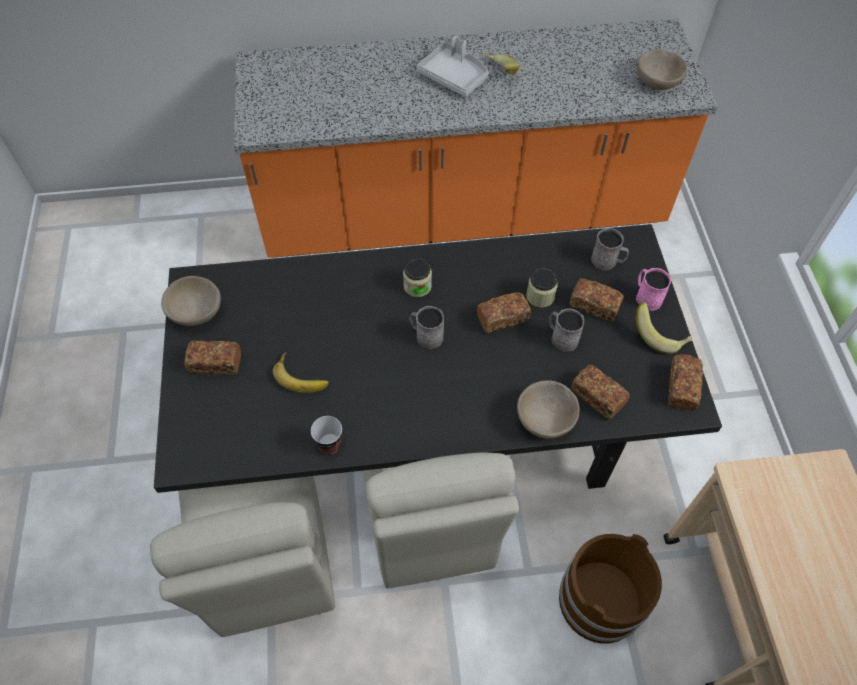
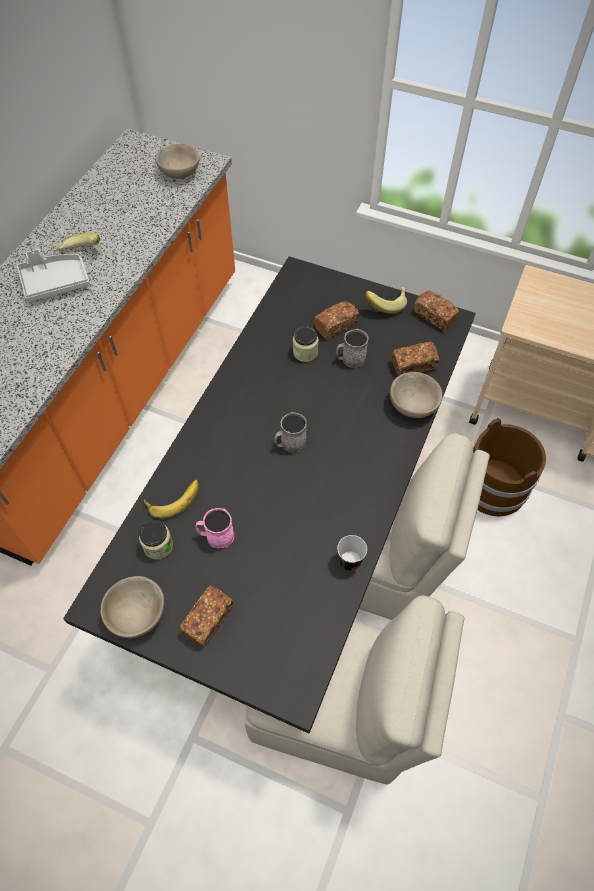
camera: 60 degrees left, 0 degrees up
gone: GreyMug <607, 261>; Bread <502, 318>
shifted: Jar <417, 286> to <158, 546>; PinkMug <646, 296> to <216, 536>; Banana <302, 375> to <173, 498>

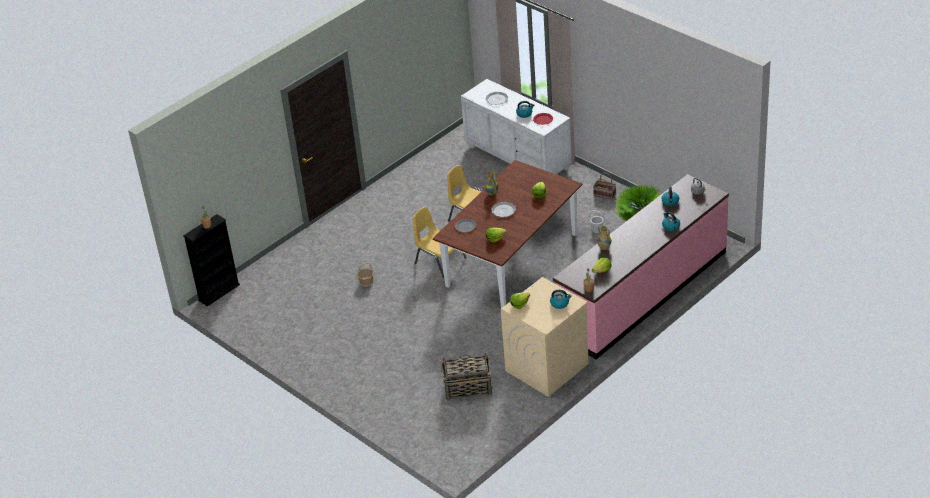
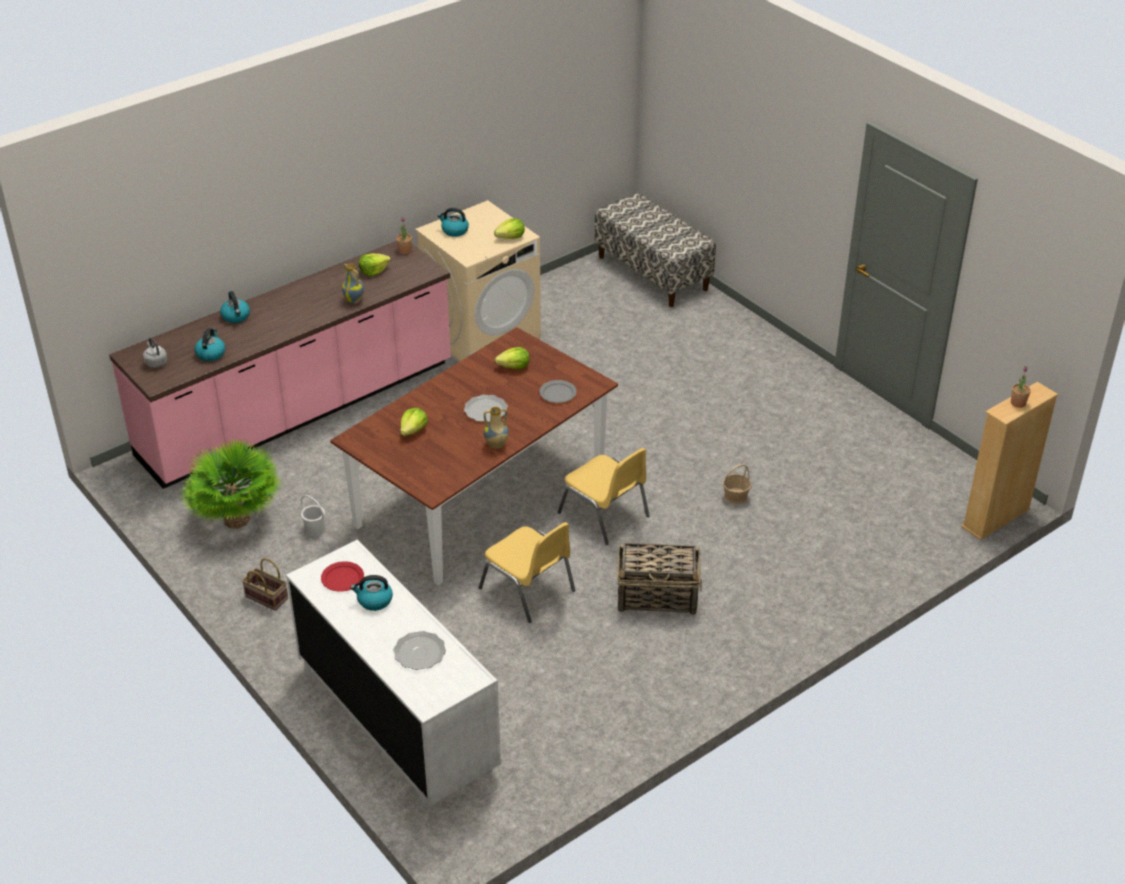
camera: 175 degrees left, 0 degrees up
new: Bench <653, 273>
shifted: Basket <467, 388> to <658, 596>
repainted: BlackBookcase <219, 292> to BeigeBookcase <995, 518>

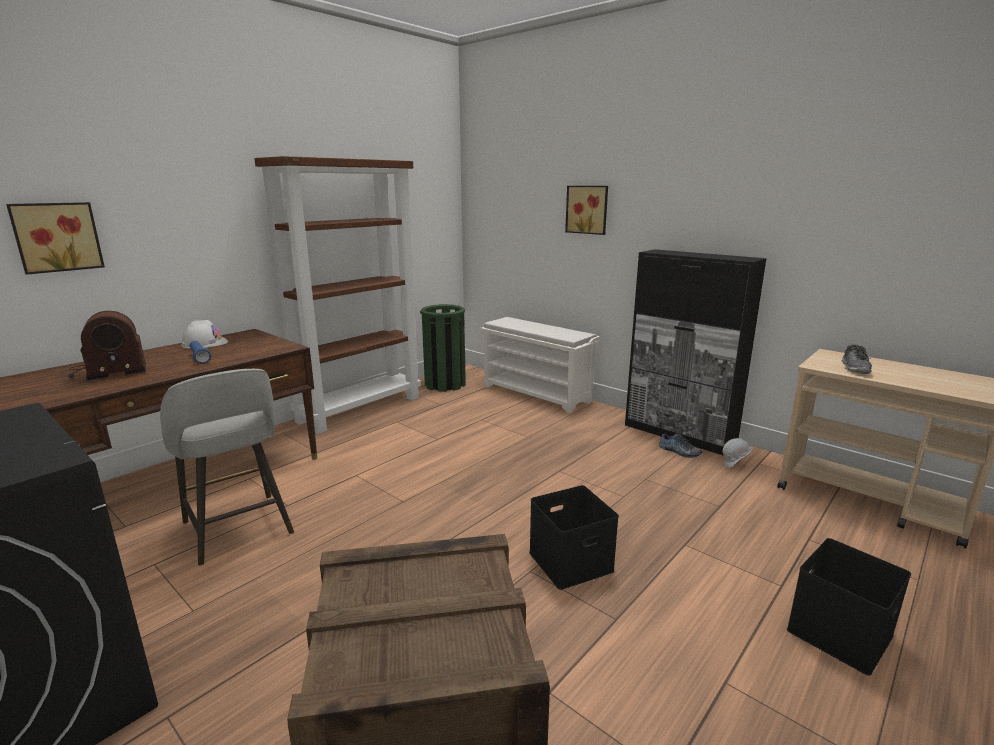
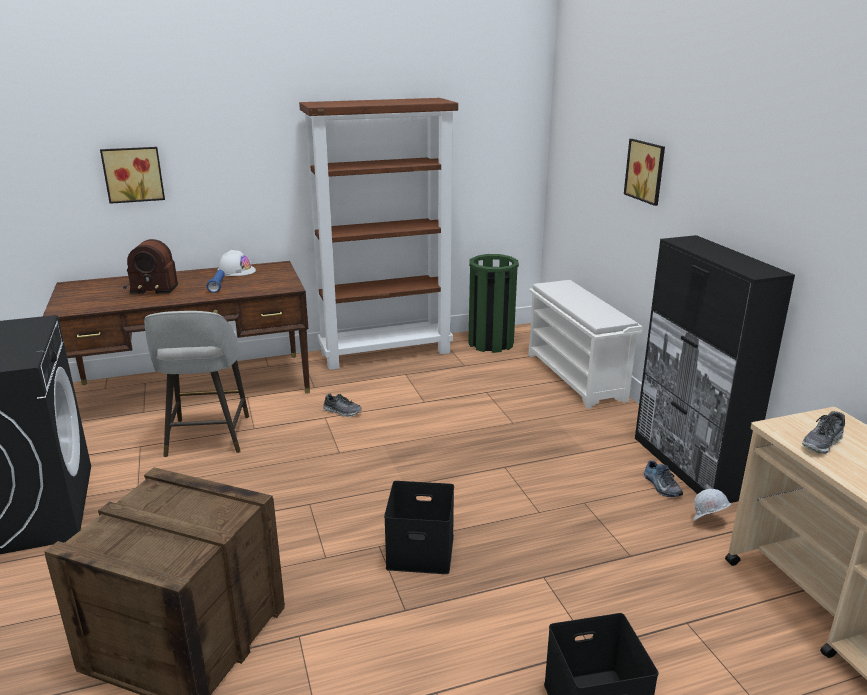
camera: 30 degrees right, 5 degrees up
new: Shoe <342, 411>

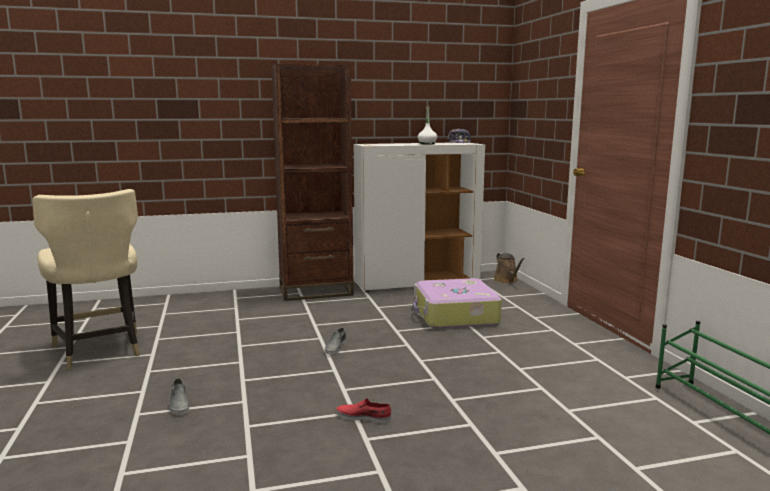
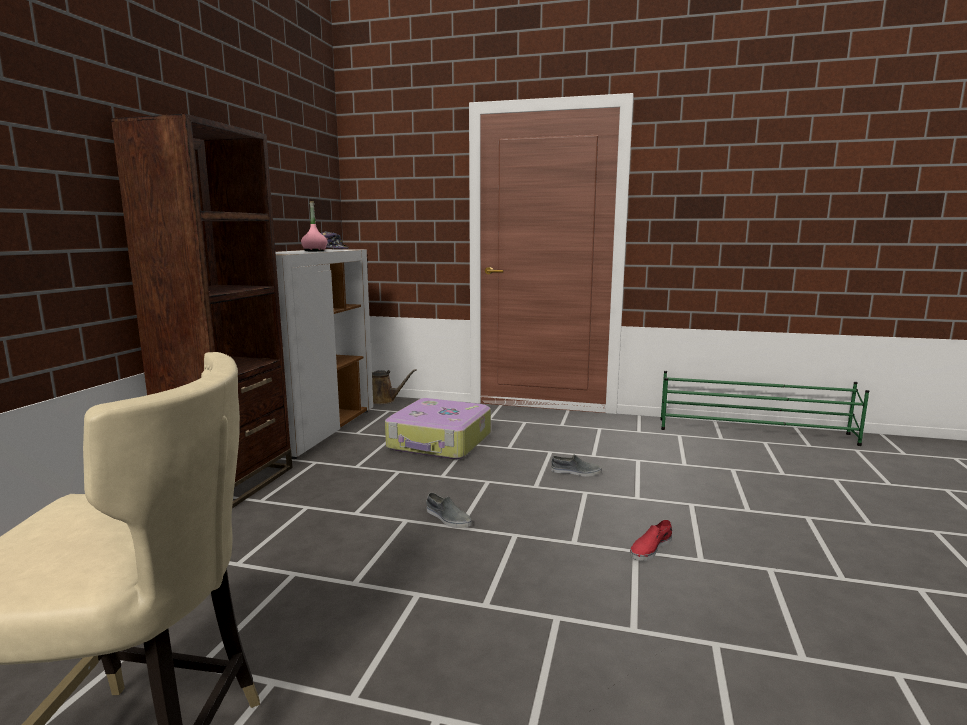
camera: 60 degrees left, 0 degrees up
shifted: GreyShoe <179, 404> to <576, 472>
repainted: WhiteBottle <427, 144> to PinkBottle <314, 251>

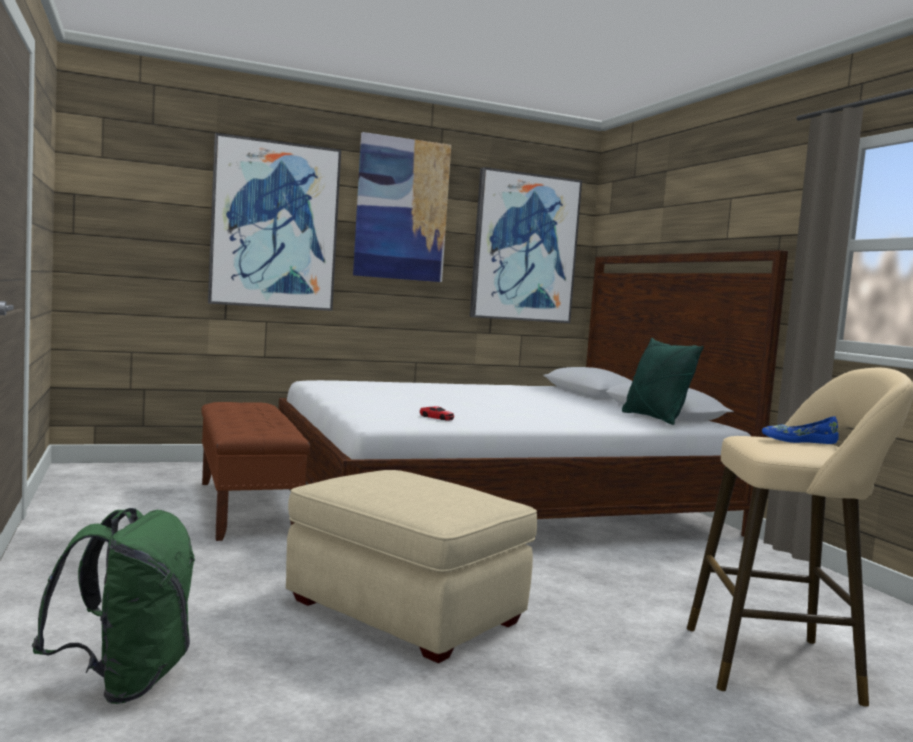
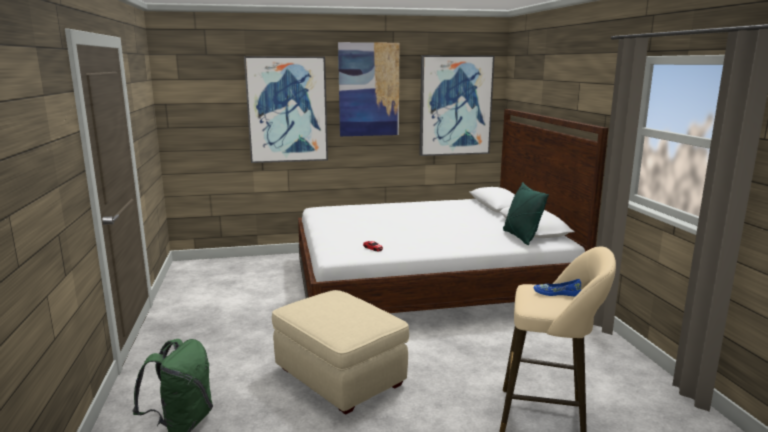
camera: 10 degrees right, 10 degrees up
gone: BrownBench <246, 507>

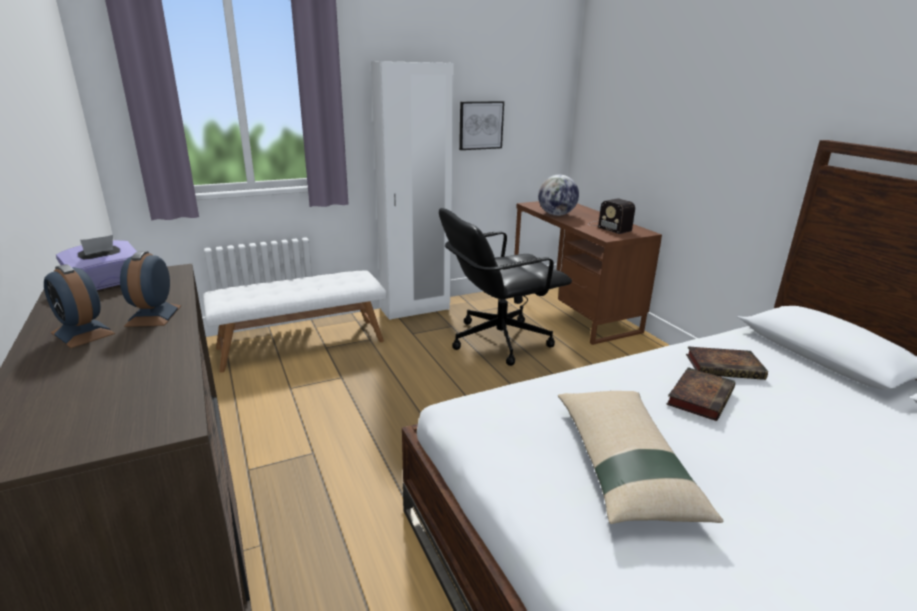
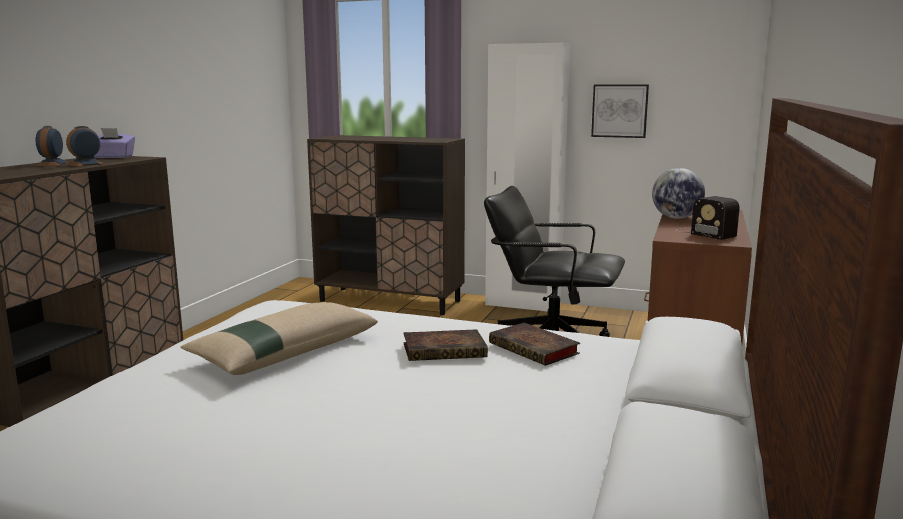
camera: 45 degrees right, 10 degrees down
swapped: WhiteBench <301, 344> to BrownCabinet <390, 301>
rotated: Radio <608, 226> = <703, 233> 45 degrees counterclockwise

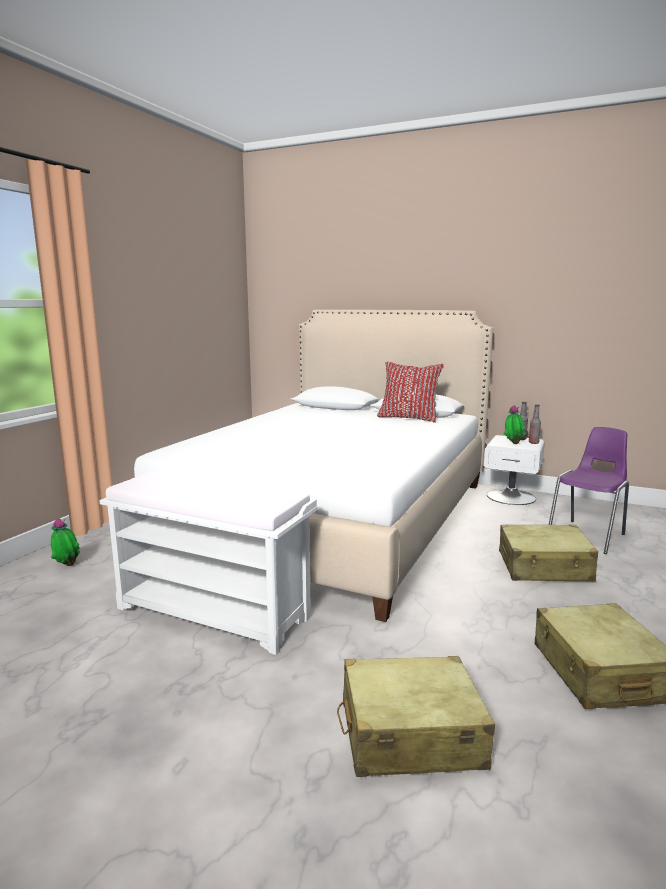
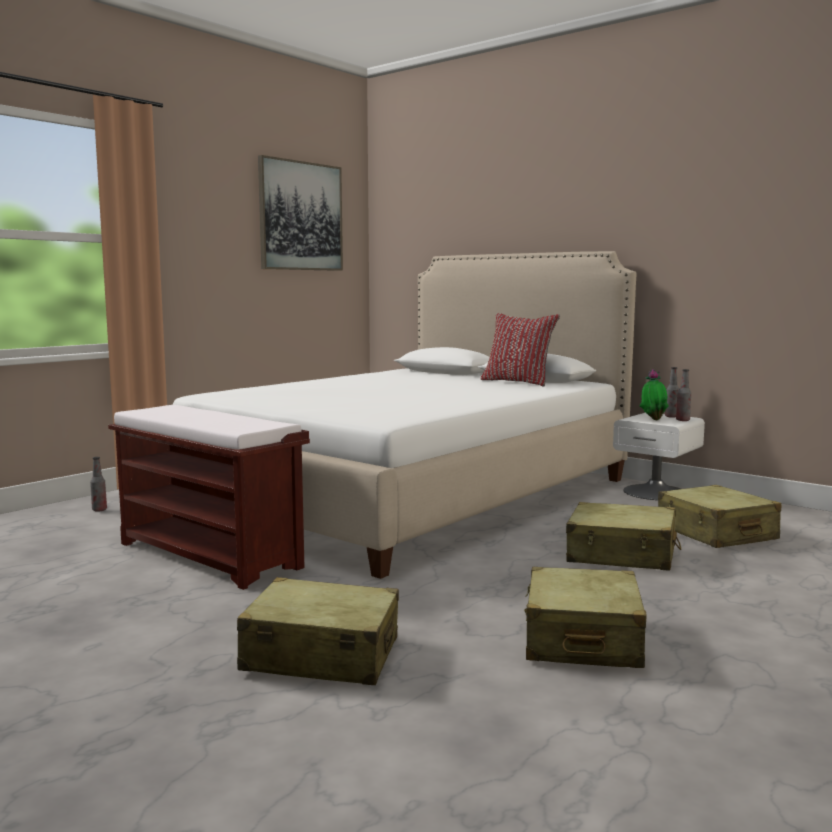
camera: 15 degrees right, 5 degrees down
new: Picture <301, 216>
swapped: PurpleChair <587, 536> to BeigeSuitcase <716, 533>; PottedPlant <67, 565> to Bottle <99, 510>
repainted: WhiteBench <214, 612> to BrownBench <211, 555>

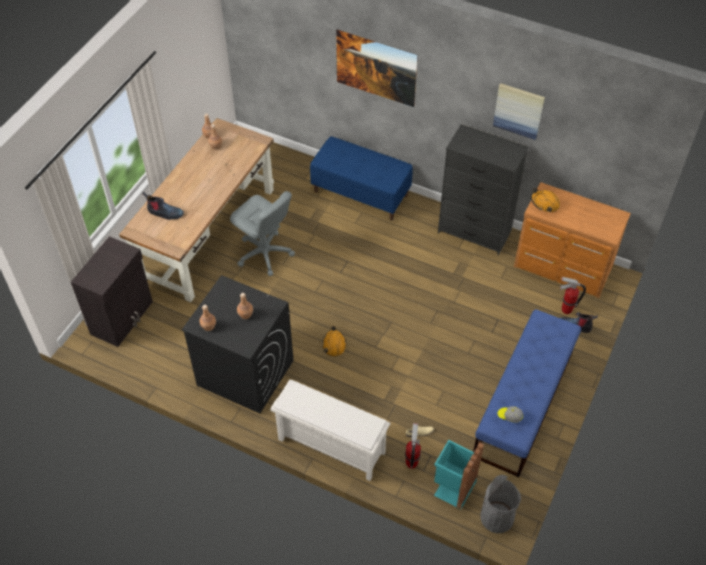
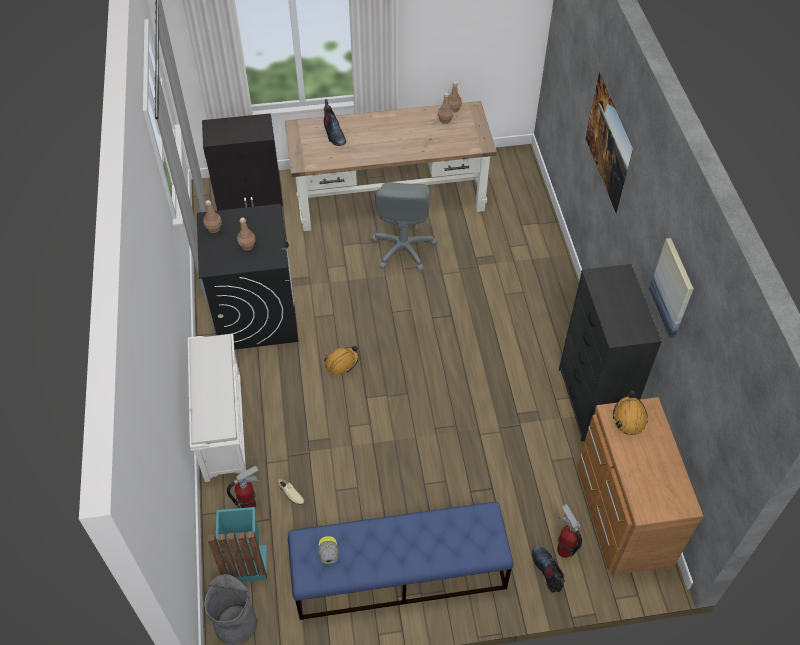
camera: 55 degrees right, 0 degrees up
gone: BlueBench <361, 193>

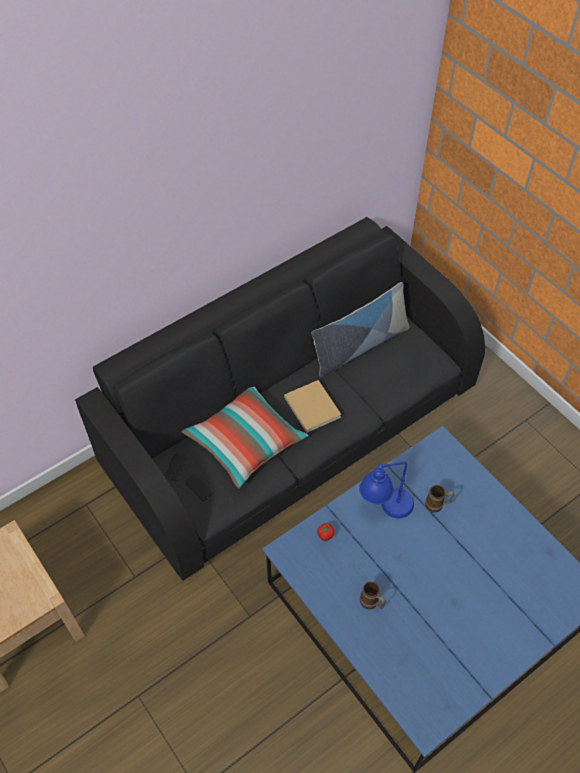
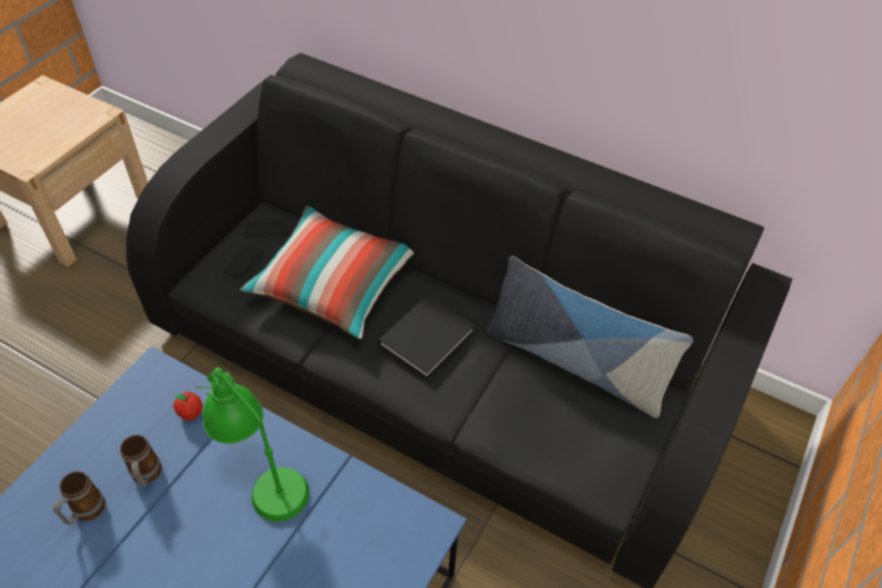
camera: 65 degrees right, 5 degrees down
shifted: Mug <437, 505> to <147, 477>
repainted: BeigeBook <311, 406> to BlackBook <428, 336>; BlueTableLamp <384, 509> to GreenTableLamp <263, 479>

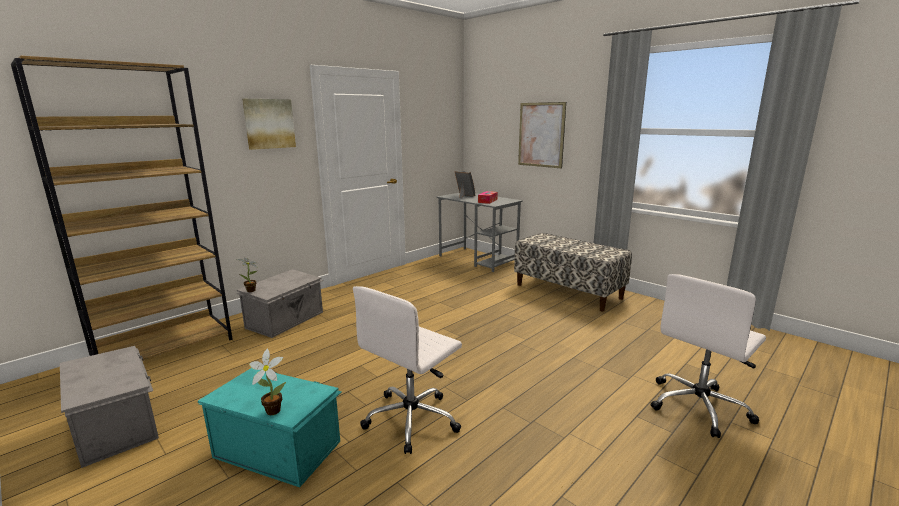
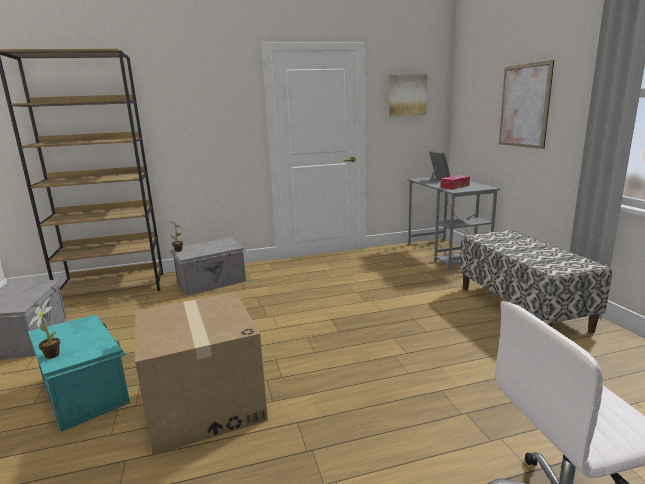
camera: 30 degrees right, 0 degrees up
shifted: Picture <269, 123> to <407, 95>
swapped: WhiteOfficeChair <412, 419> to CardboardBox <204, 403>

